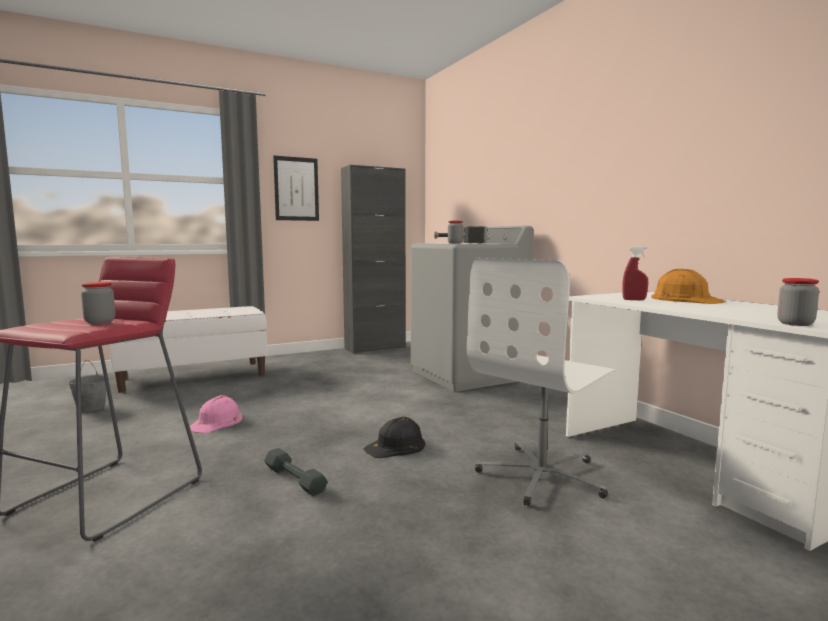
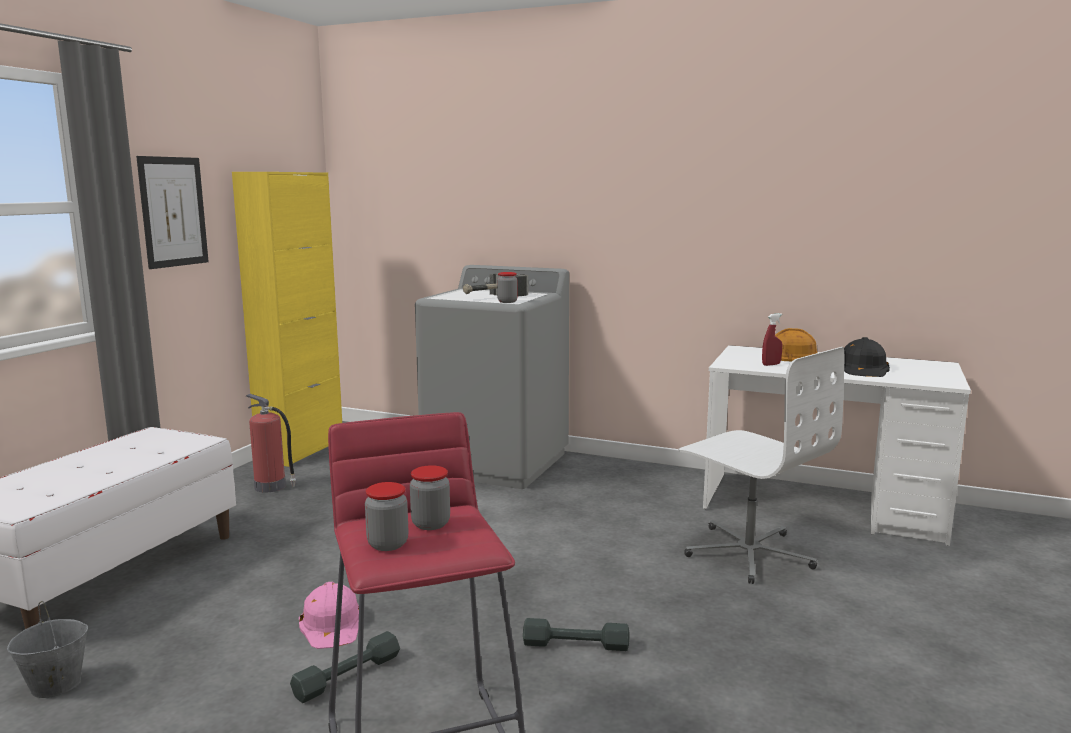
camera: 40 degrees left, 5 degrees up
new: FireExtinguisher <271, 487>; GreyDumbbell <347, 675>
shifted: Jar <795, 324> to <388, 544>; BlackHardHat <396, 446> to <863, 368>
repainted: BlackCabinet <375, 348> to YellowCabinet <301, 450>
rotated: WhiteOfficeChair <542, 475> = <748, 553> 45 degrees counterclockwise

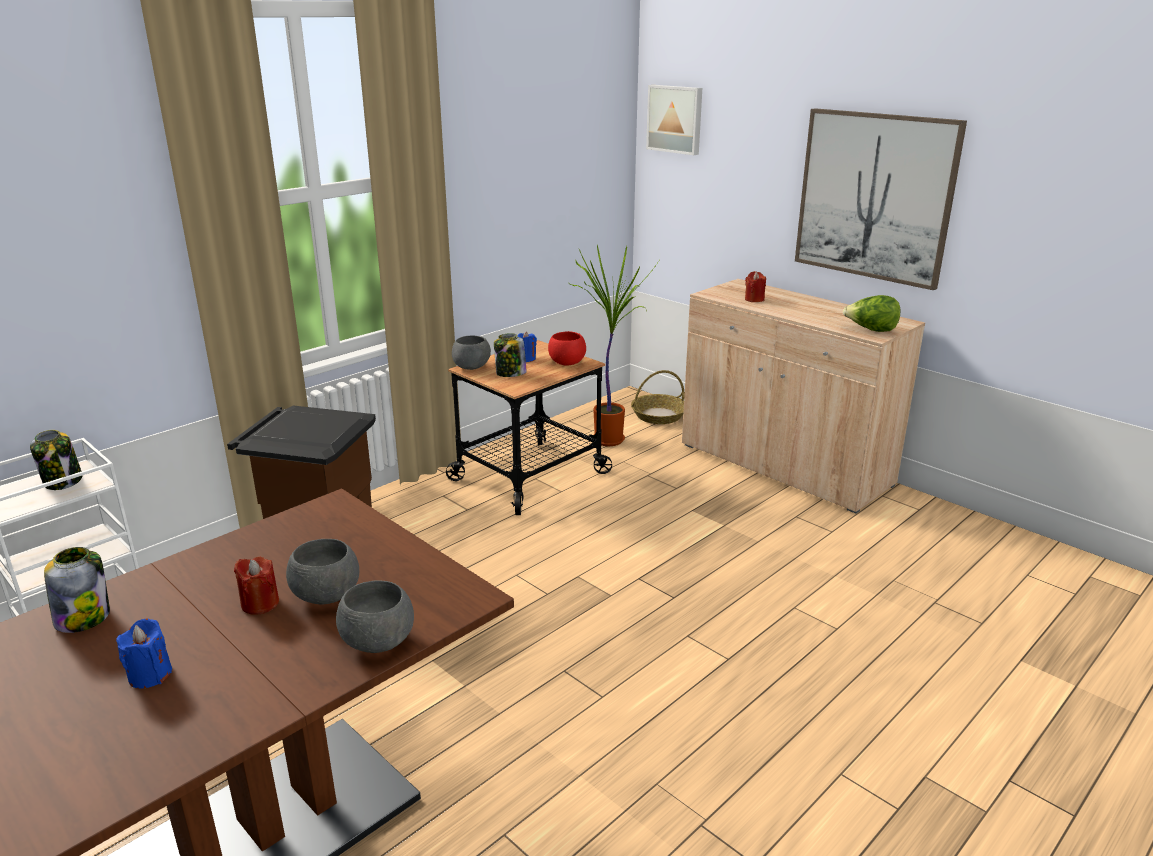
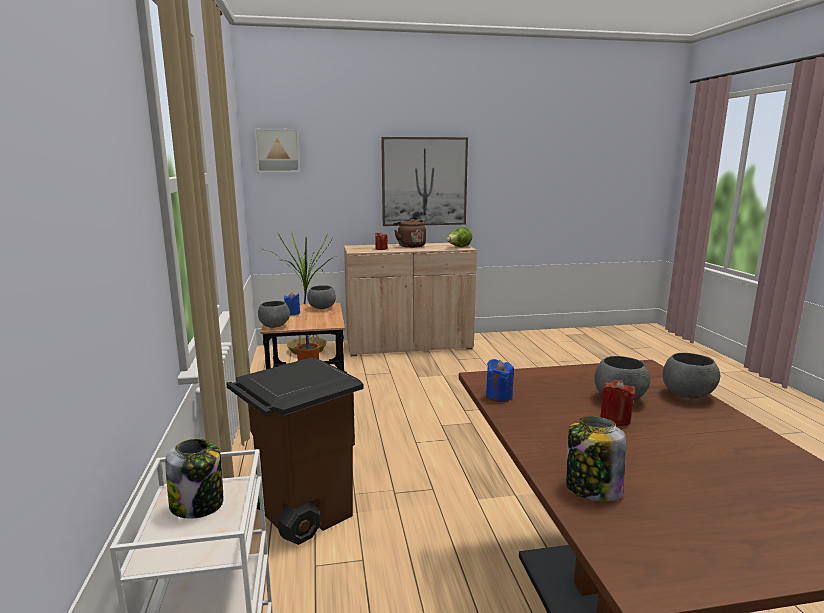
camera: 55 degrees left, 10 degrees down
gone: Jar <510, 373>
new: BrownKettle <410, 246>
shifted: BlueCandle <150, 675> to <499, 396>
repainted: RedBowl <567, 363> to GreyBowl <322, 308>

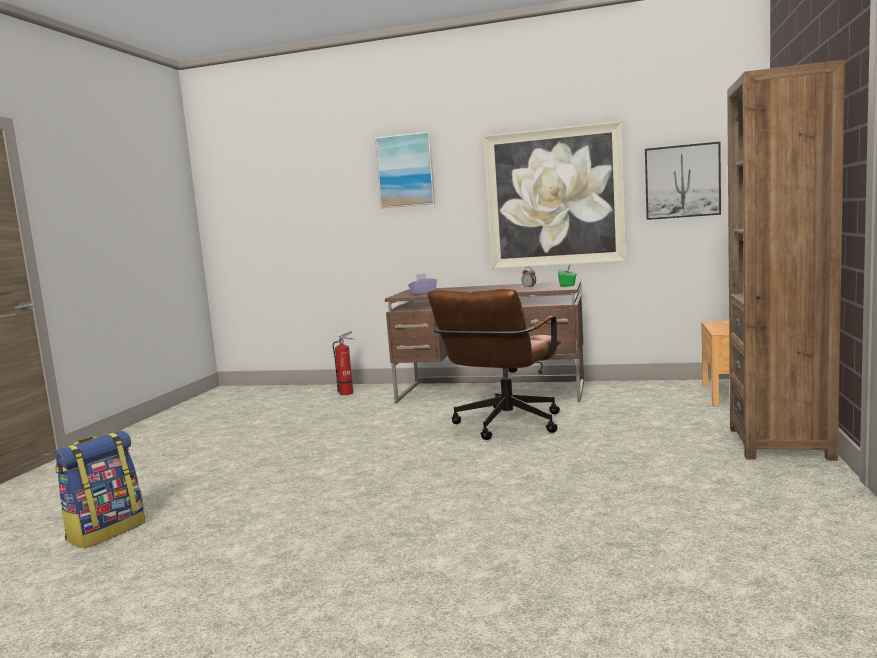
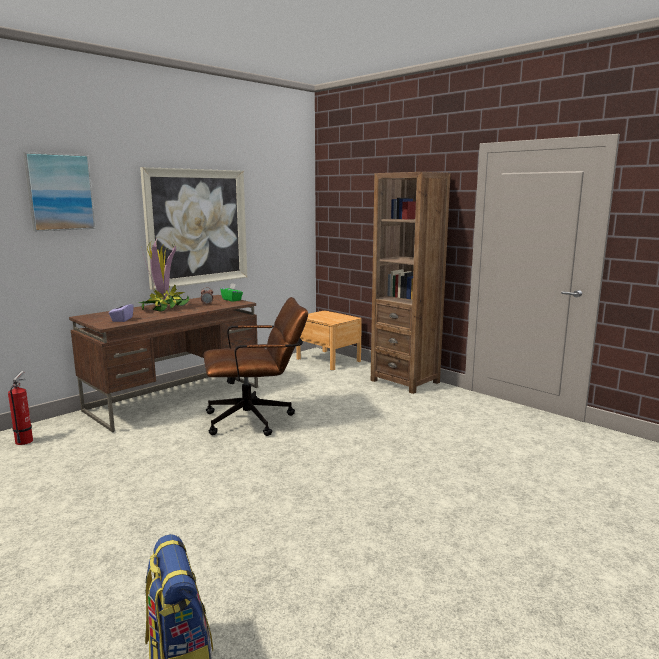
camera: 60 degrees left, 5 degrees up
gone: Picture <682, 181>
new: PottedPlant <164, 308>
rotated: BrownOfficeChair <503, 426> = <257, 419> 75 degrees counterclockwise

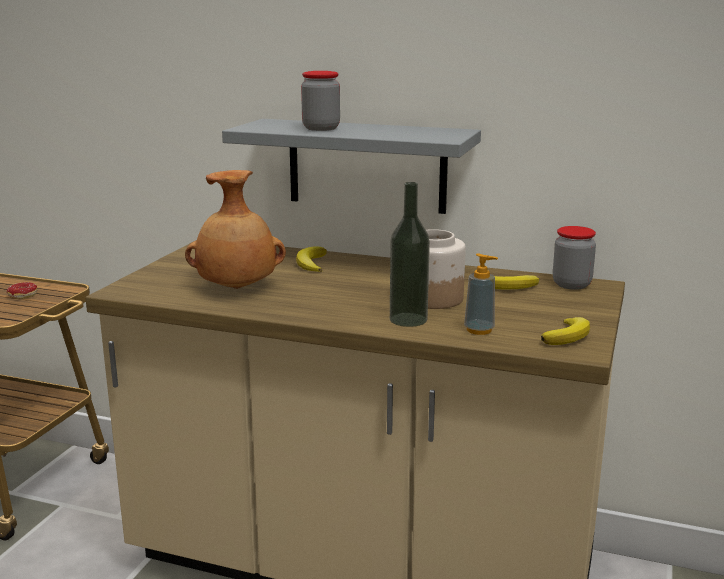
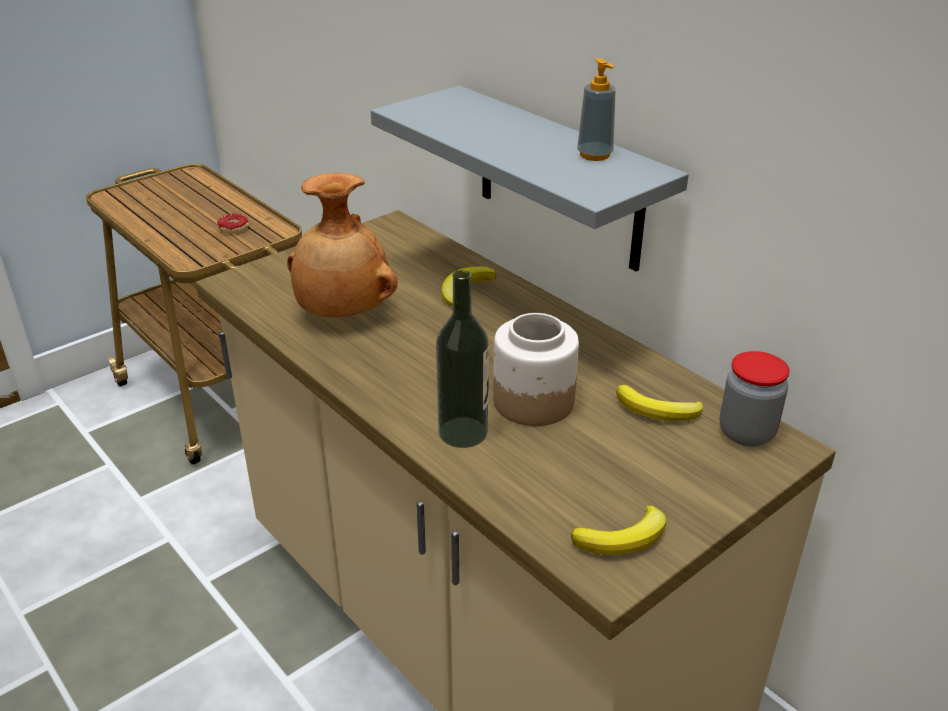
camera: 30 degrees right, 15 degrees up
gone: Jar <321, 128>
shifted: SoapDispenser <479, 330> to <594, 155>

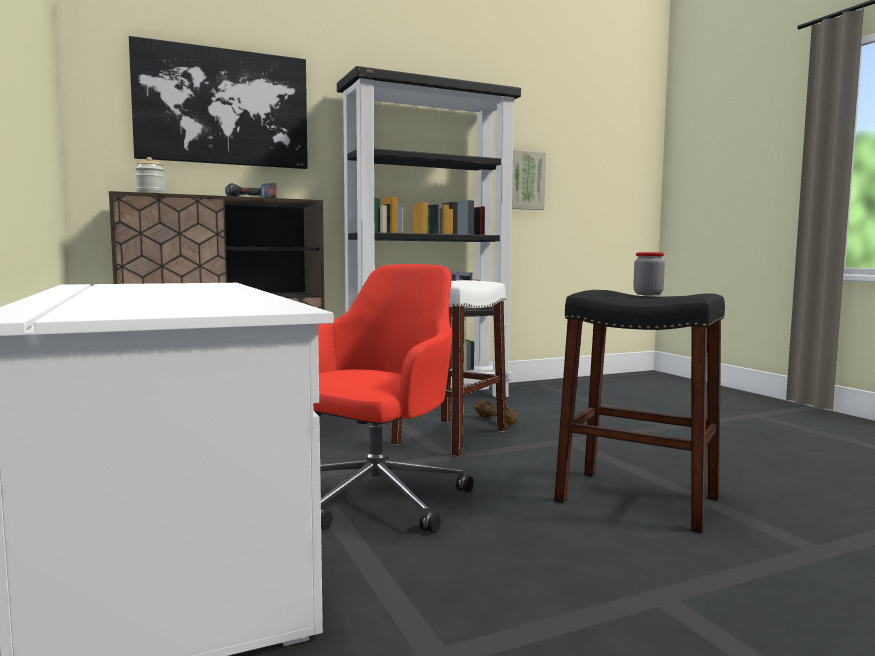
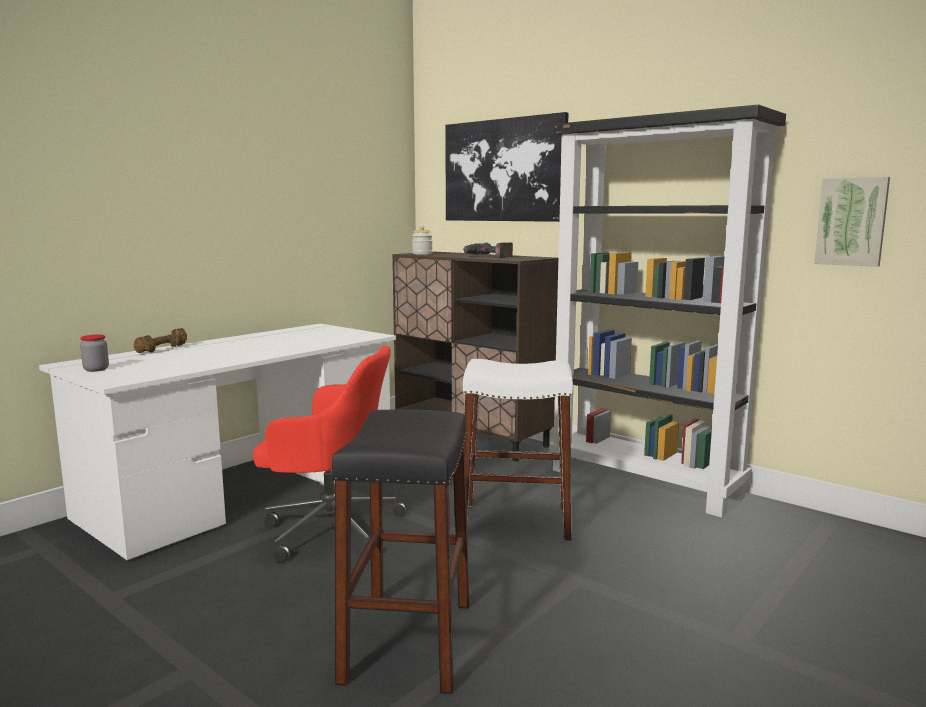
camera: 65 degrees right, 5 degrees up
shifted: Jar <648, 294> to <96, 369>; BrownDumbbell <496, 421> to <162, 350>

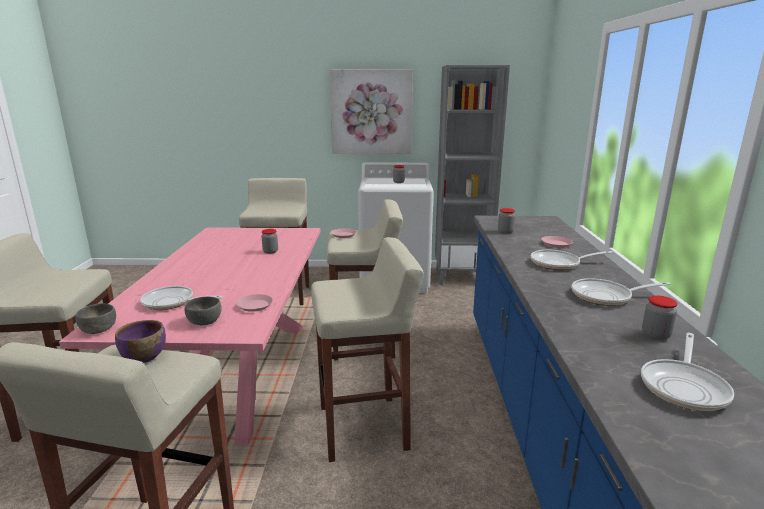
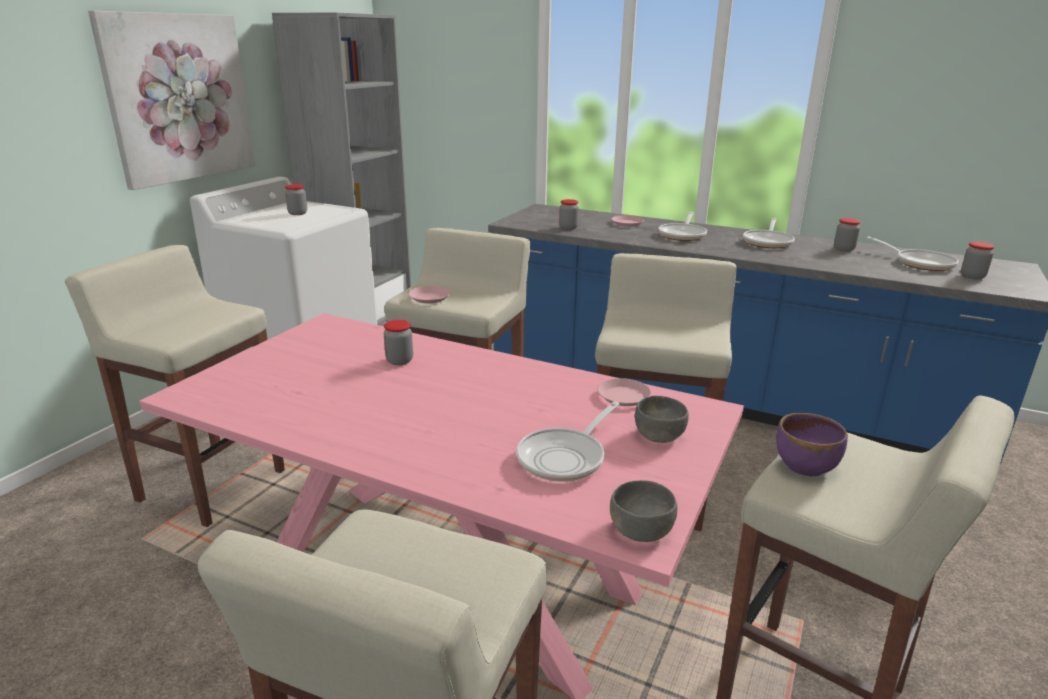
camera: 65 degrees left, 5 degrees up
new: Jar <972, 276>

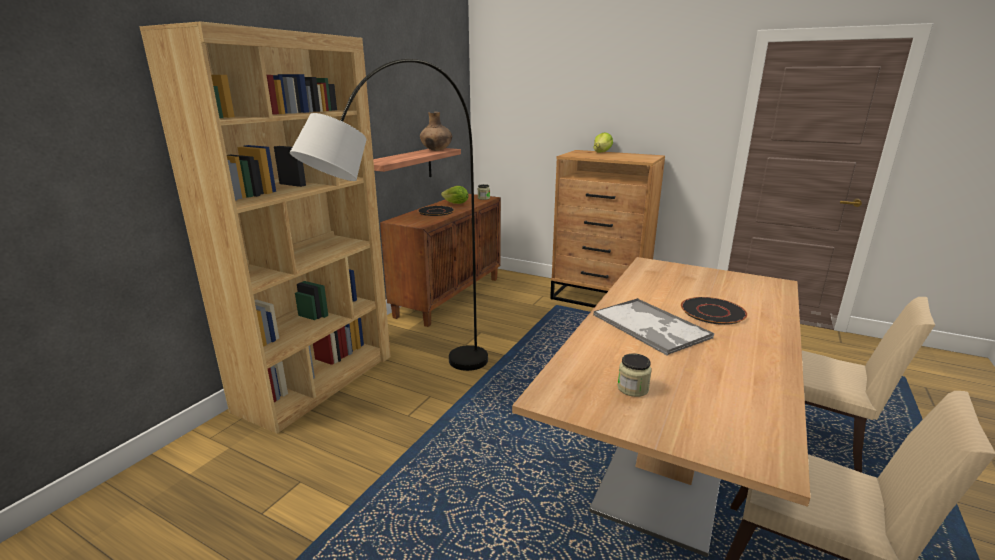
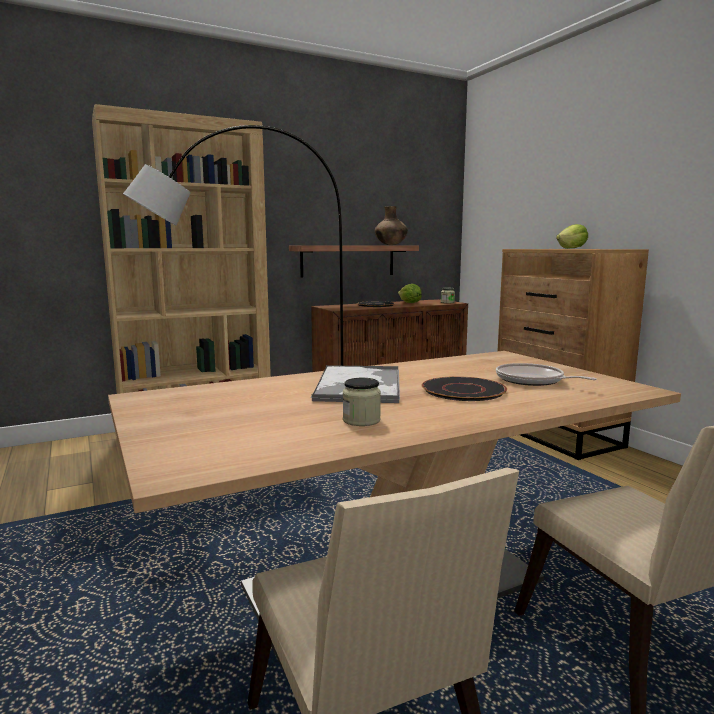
camera: 35 degrees right, 10 degrees down
new: FryingPan <532, 380>
shifted: Jar <633, 388> to <361, 420>

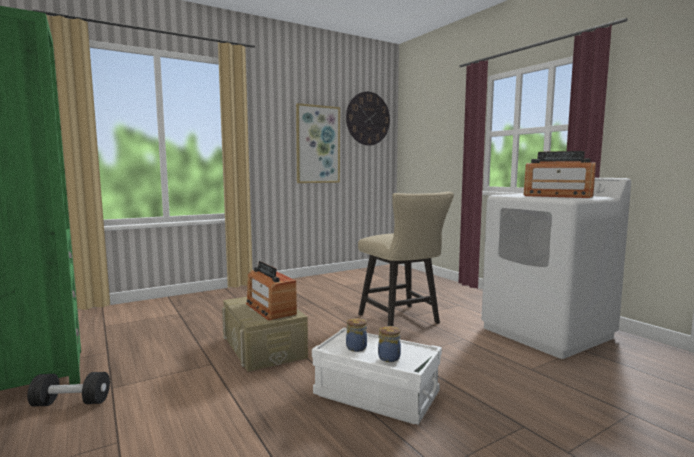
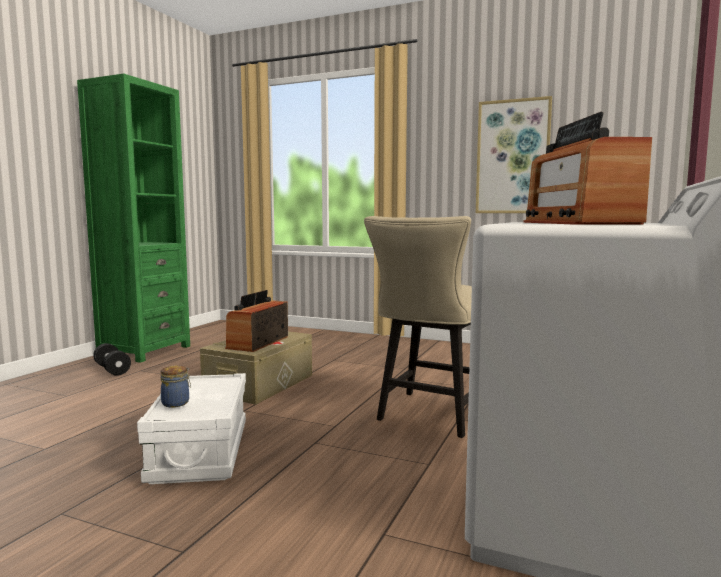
camera: 55 degrees right, 0 degrees up
gone: WallClock <368, 118>; Jar <356, 347>

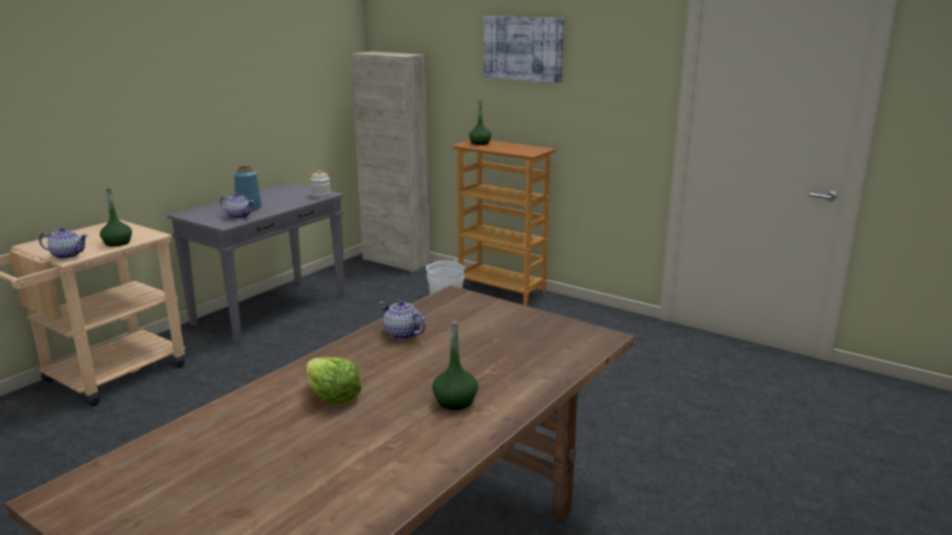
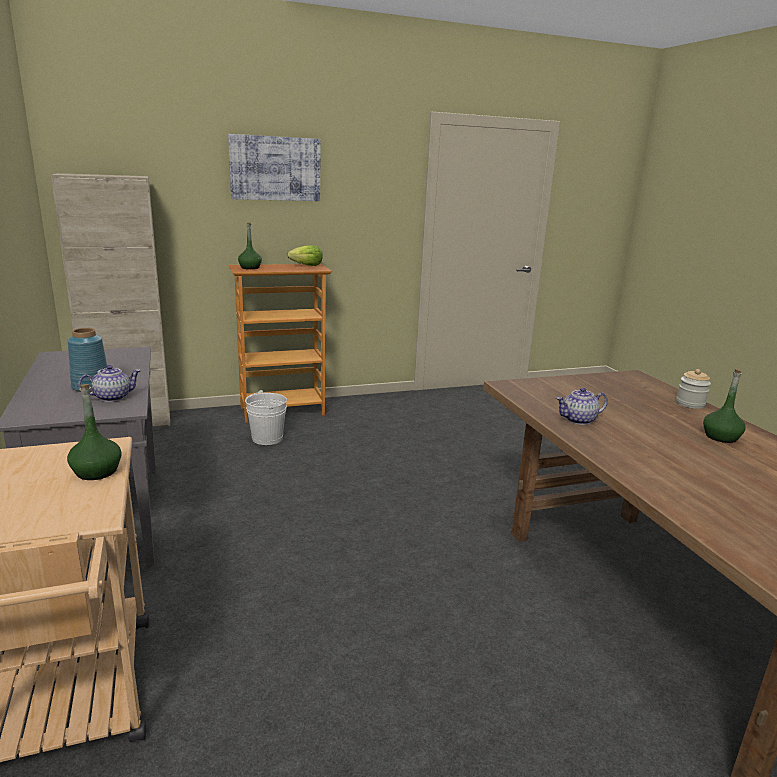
camera: 55 degrees left, 0 degrees up
gone: Teapot <67, 255>
shifted: Jar <321, 195> to <690, 404>; Lettuce <332, 396> to <307, 265>

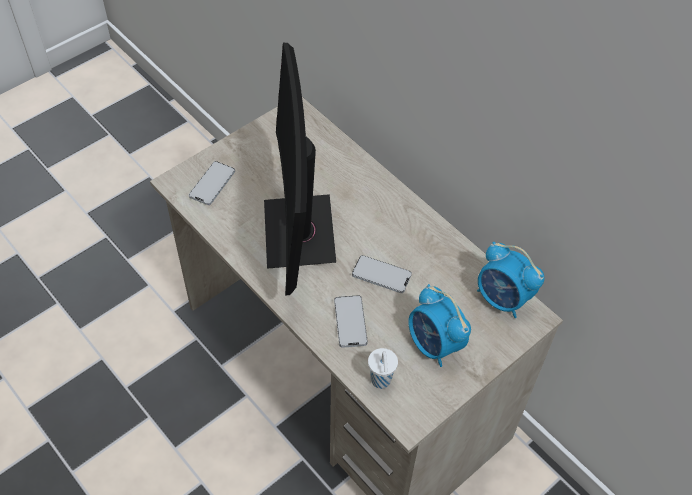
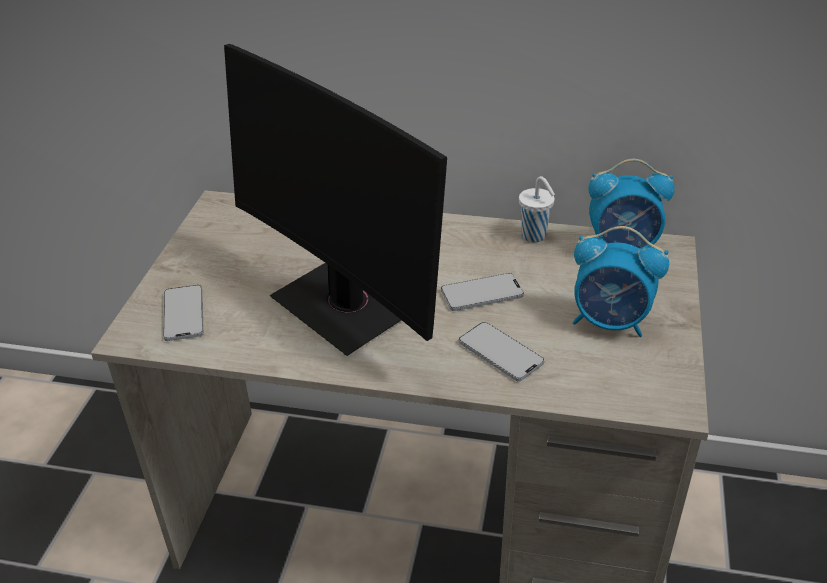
camera: 35 degrees left, 15 degrees down
shifted: WhiteCup <381, 381> to <535, 236>

